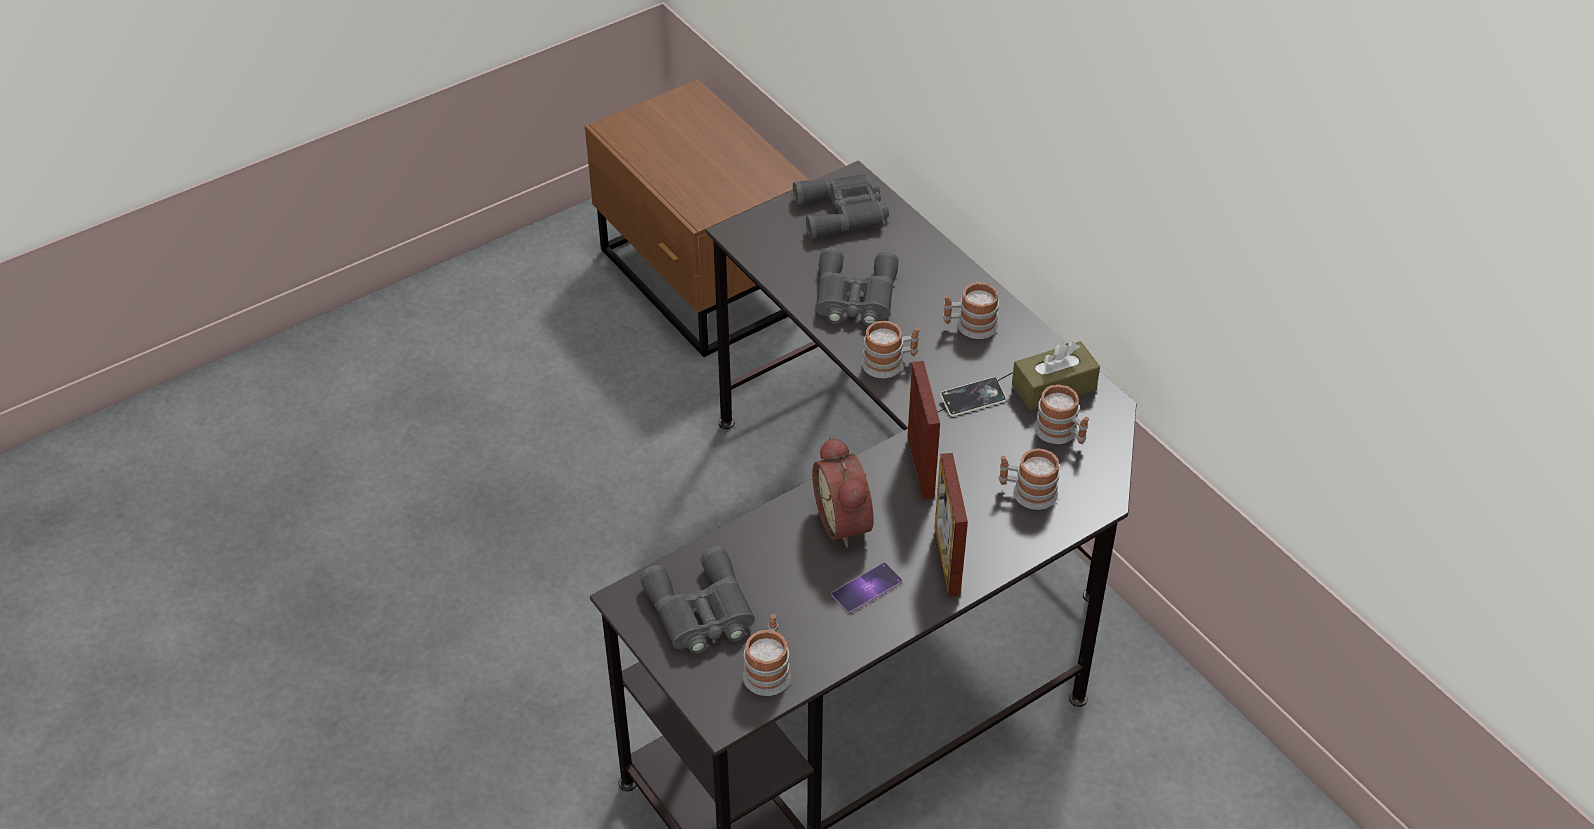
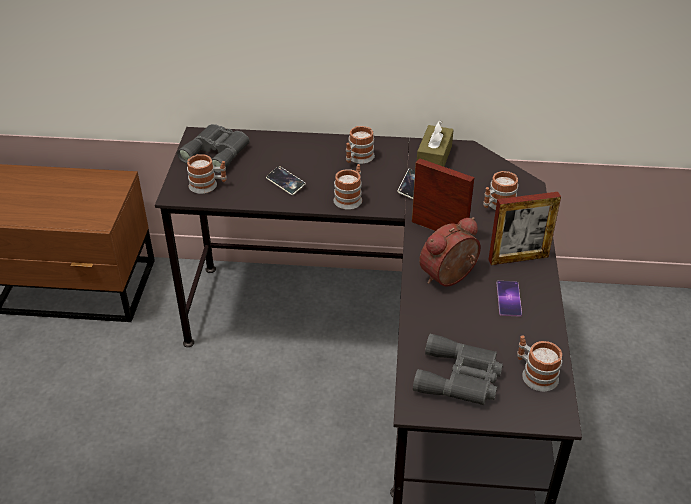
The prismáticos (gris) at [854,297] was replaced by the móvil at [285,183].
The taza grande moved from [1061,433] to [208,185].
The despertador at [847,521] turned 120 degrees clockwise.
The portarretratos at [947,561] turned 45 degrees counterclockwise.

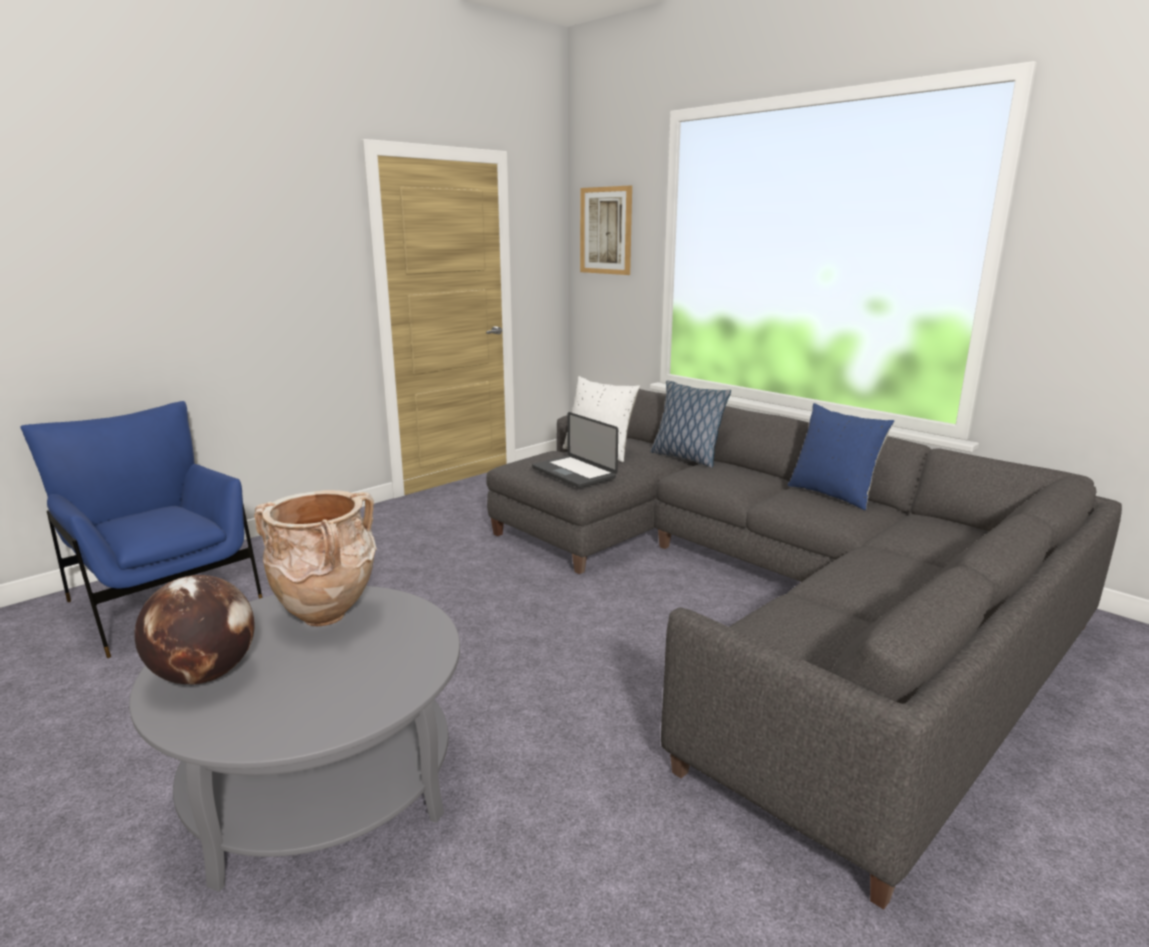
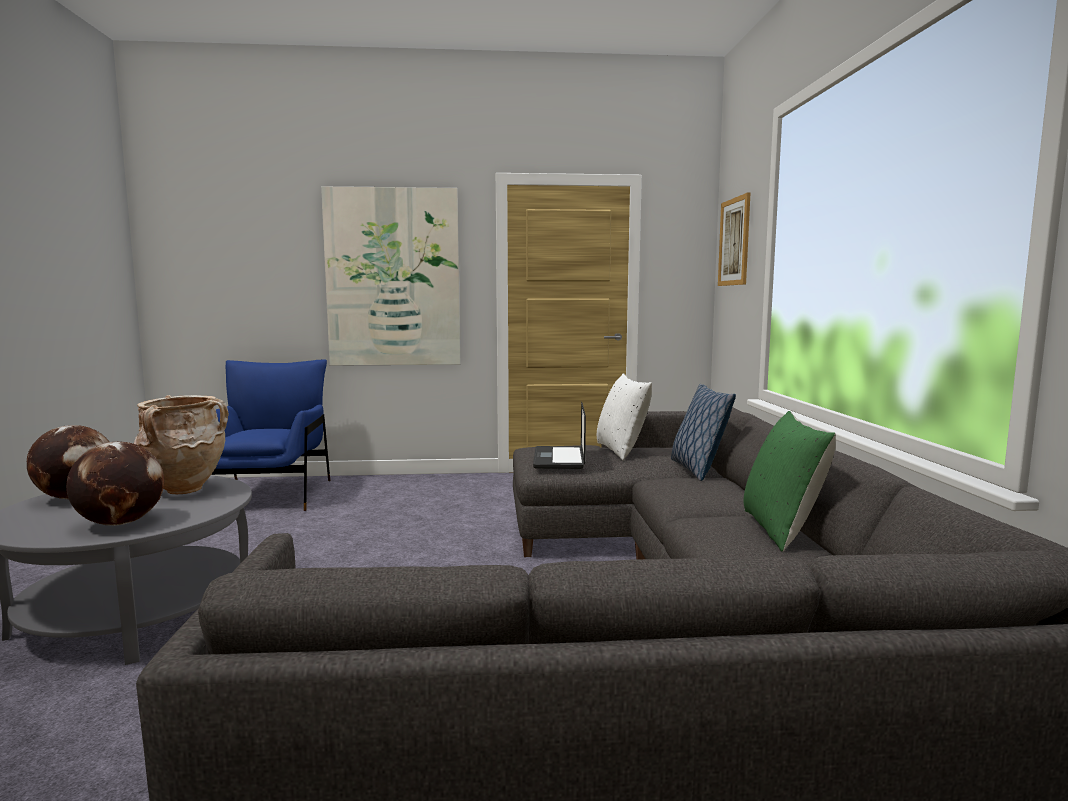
The cojín (azul) at [833,494] became the cojín (verde) at [782,530].
The cuadro at [393,278] appeared.
The globo terráqueo at [120,523] appeared.

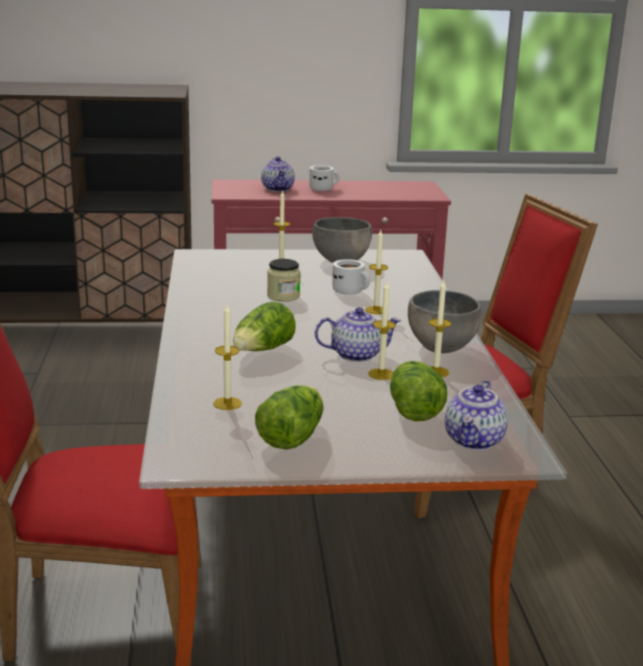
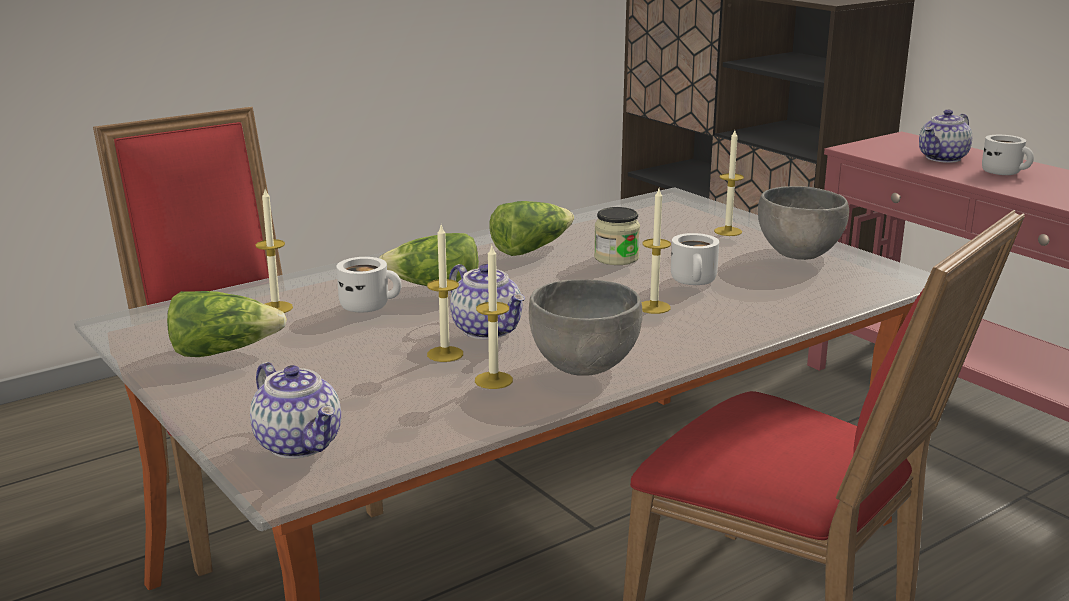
The lechuga moved from [413,409] to [530,249].
The tetera at [474,441] turned 120 degrees counterclockwise.
The taza grande (blanco) at [369,306] appeared.

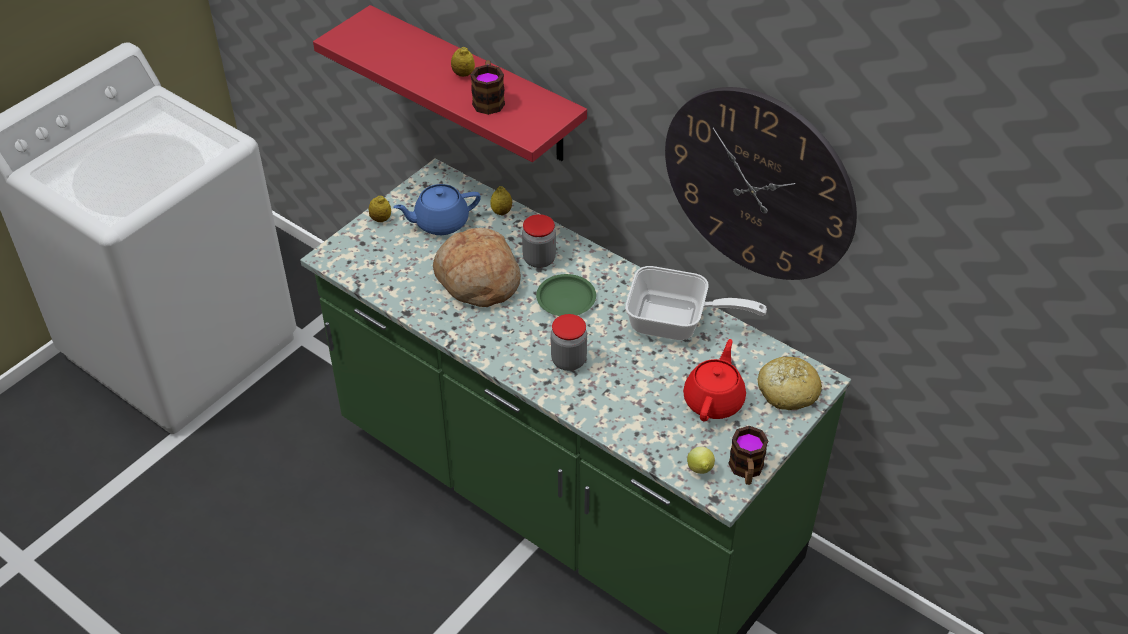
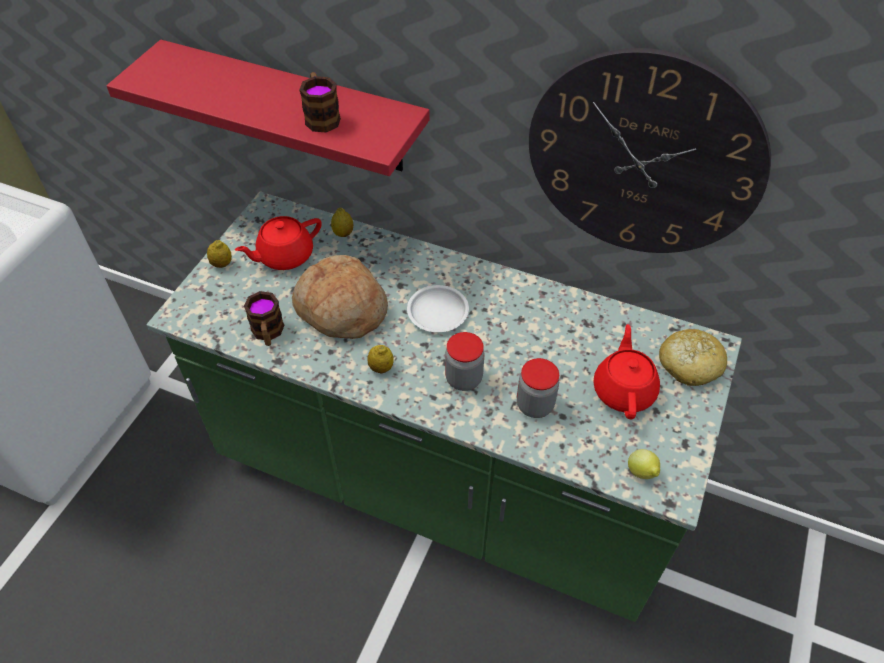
The limón moved from [463,74] to [381,368].
The tetera (azul) at [440,222] became the tetera (rojo) at [284,256].
The tarro moved from [539,259] to [535,405].
The sartén at [677,323] disappeared.
The plato (verde) at [565,299] became the plato (blanco) at [437,311].
The taza grande moved from [746,471] to [268,333].

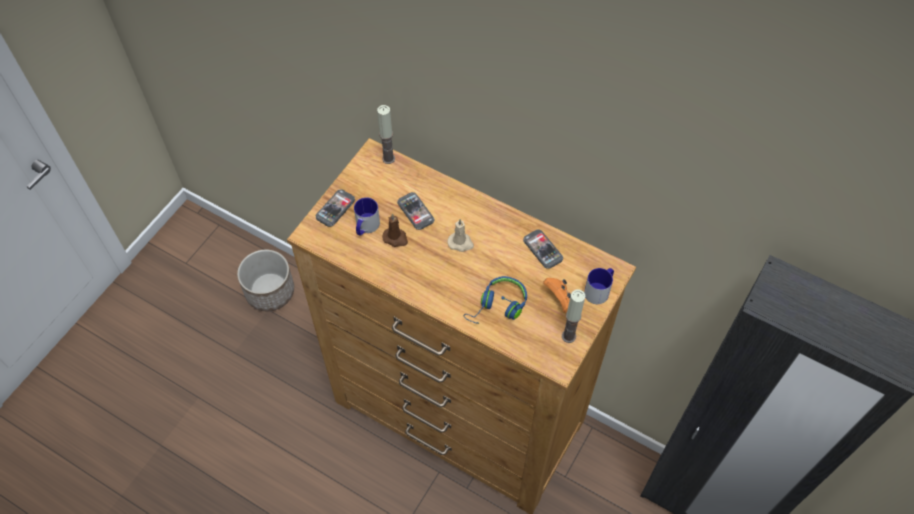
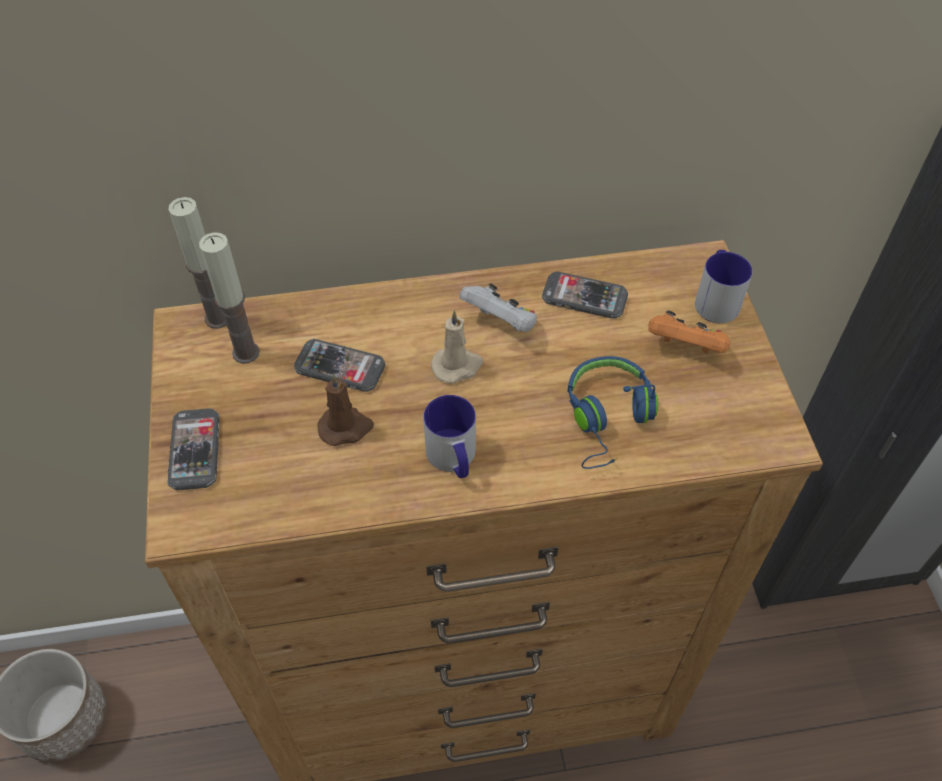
The taza grande moved from [366,227] to [453,459].
The vela moved from [568,336] to [246,353].
The mando de consola (blanco) at [501,323] appeared.

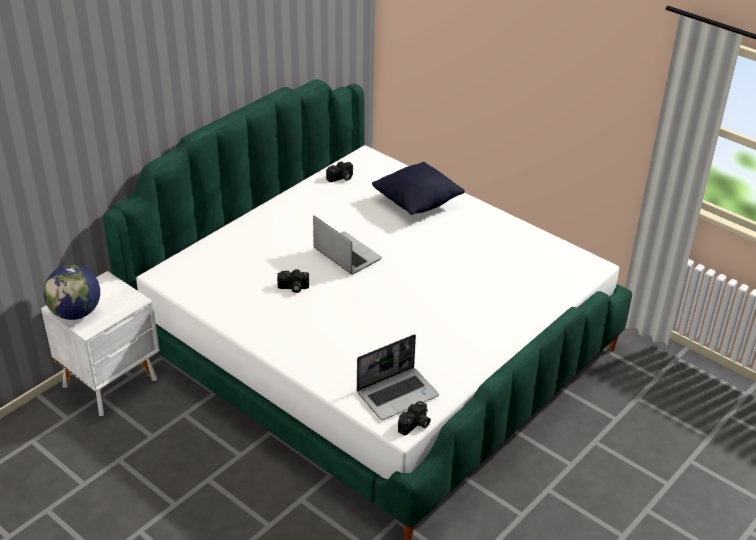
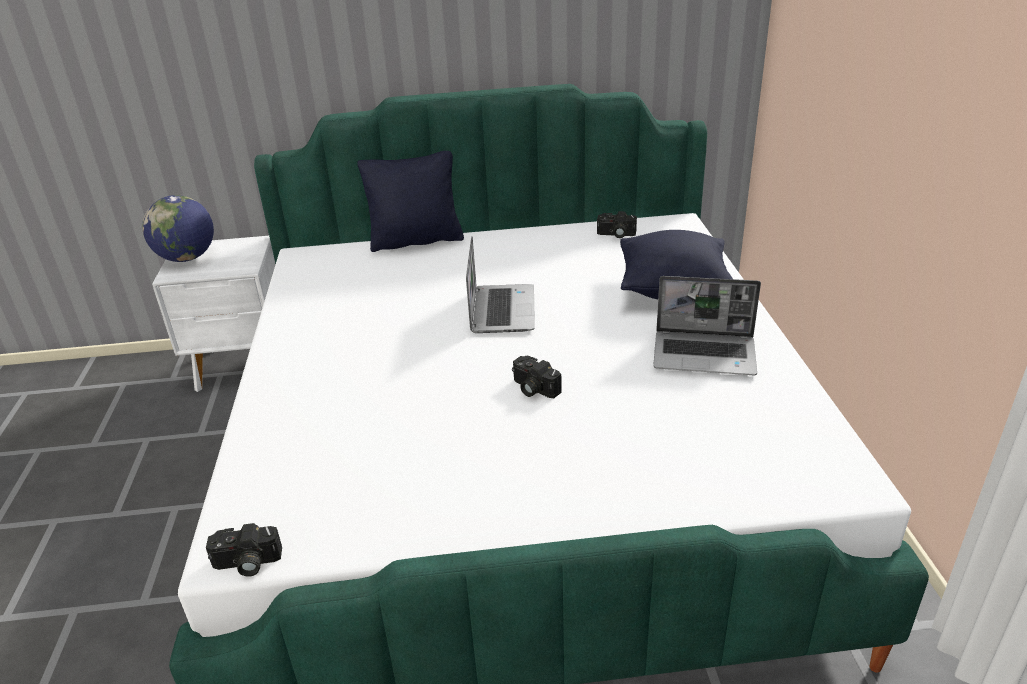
The cámara moved from [293,288] to [533,389].
The portátil moved from [398,394] to [705,354].
The cojín (negro) at [416,241] appeared.

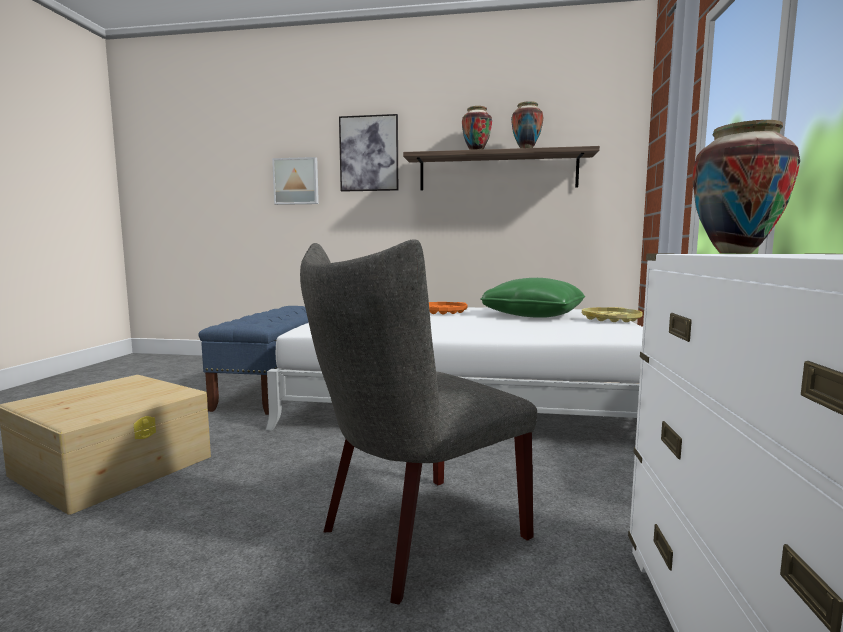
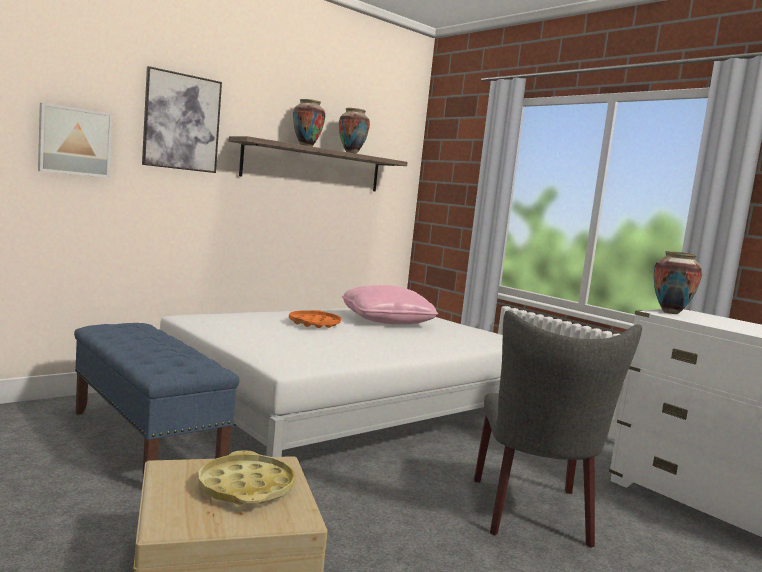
The cojín (verde) at [533,315] became the cojín (rosa) at [386,321].
The bandeja (amarillo) moved from [611,319] to [246,487].

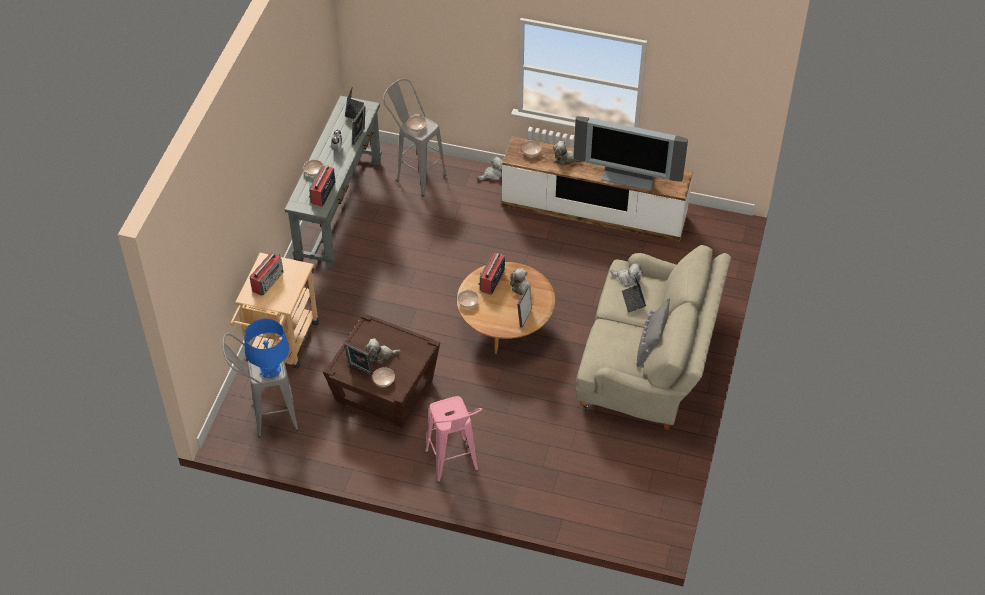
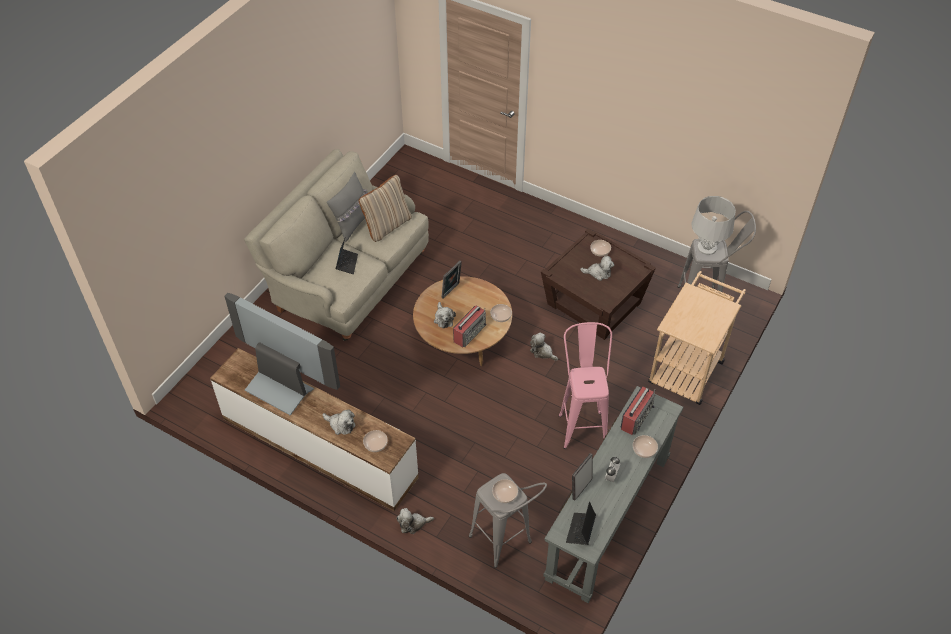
The radio at [268,281] disappeared.
The peluche moved from [627,278] to [542,352].
The lámpara de mesa (azul) at [270,369] became the lámpara de mesa (gris) at [707,247].
The portarretratos at [359,370] disappeared.
The taburete (rosa) moved from [454,468] to [581,423].
The cojín (beis) at [387,225] appeared.

